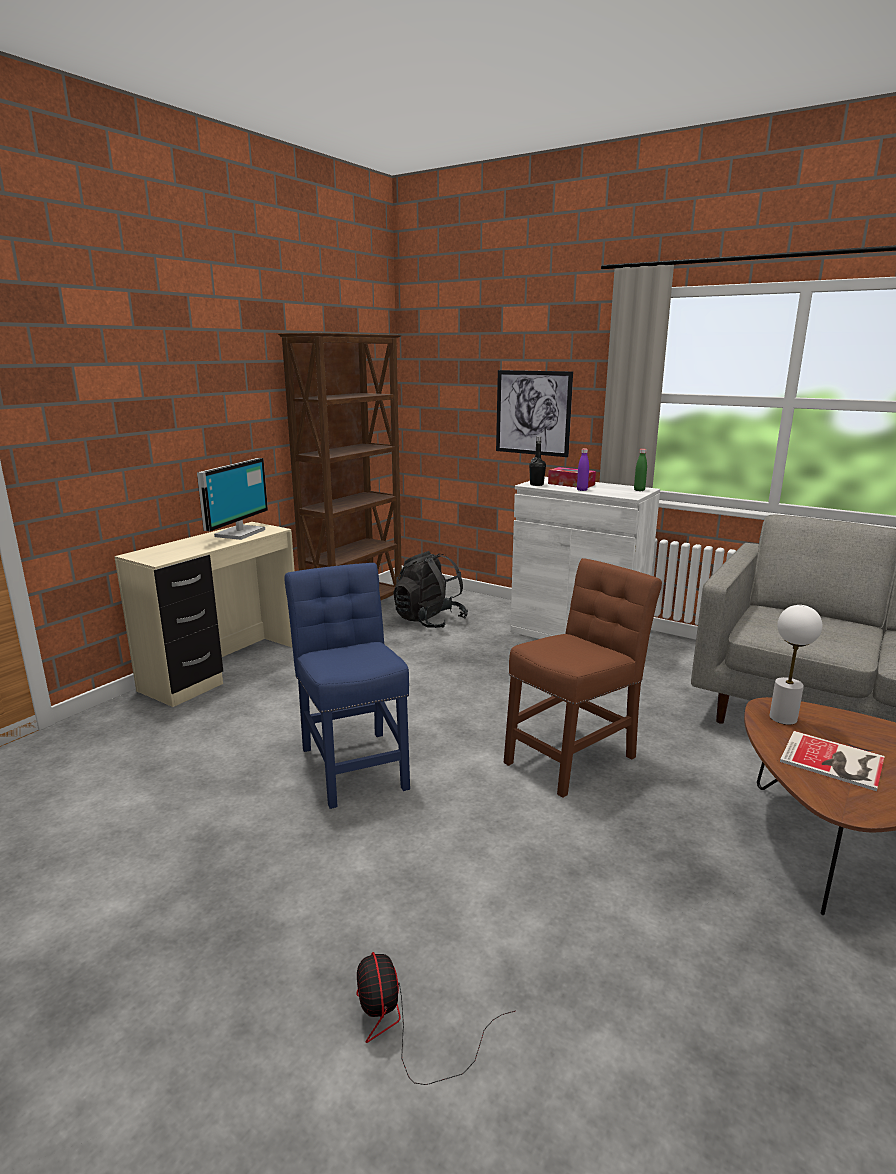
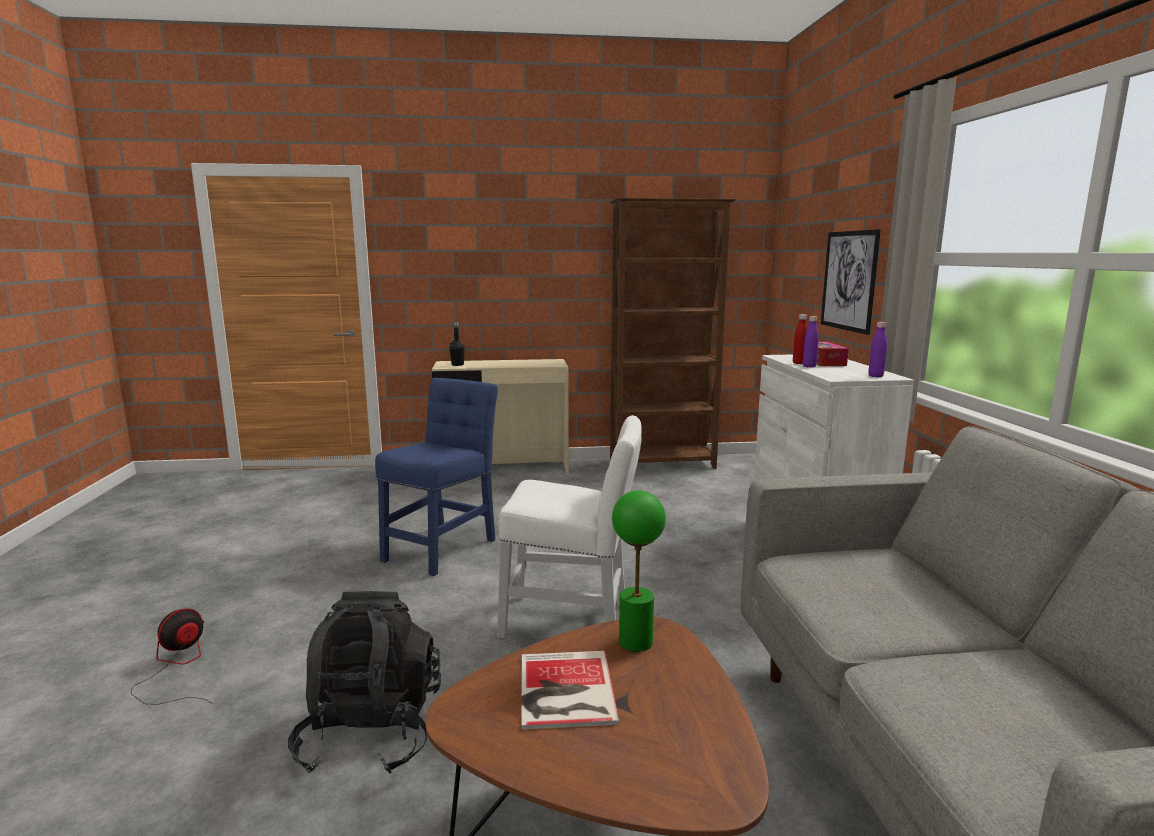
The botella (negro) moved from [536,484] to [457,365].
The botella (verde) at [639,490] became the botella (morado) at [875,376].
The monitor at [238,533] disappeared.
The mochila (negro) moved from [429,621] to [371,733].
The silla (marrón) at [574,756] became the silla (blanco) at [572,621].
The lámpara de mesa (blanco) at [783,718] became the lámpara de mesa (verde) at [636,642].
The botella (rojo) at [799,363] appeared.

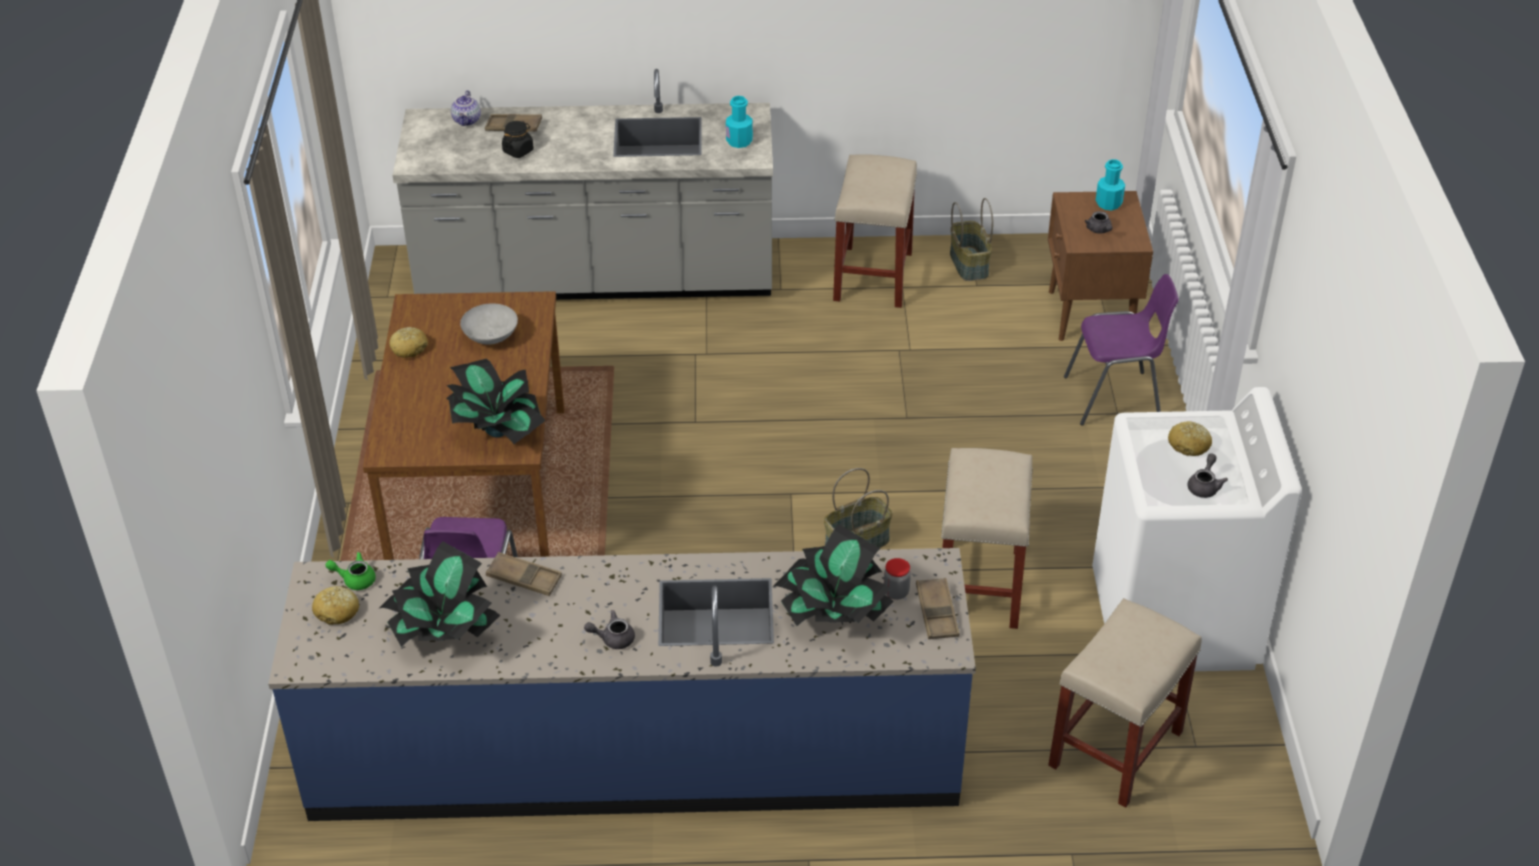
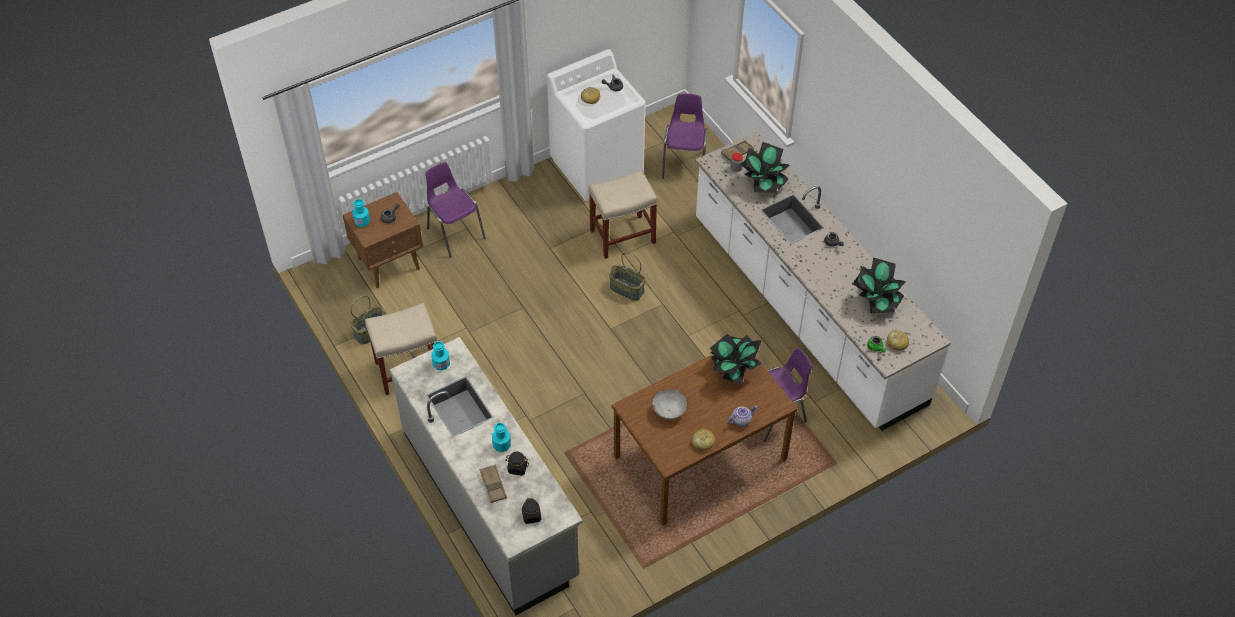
The tetera moved from [467,121] to [741,420].
The mueble bajo de cocina (azul) at [636,753] became the mueble bajo de cocina (blanco) at [806,311].
The bandeja (marrón) at [524,578] disappeared.
The taburete (beis) at [1115,750] was replaced by the silla (morado) at [684,163].
The botella (turquesa) at [502,445] appeared.
The tarro (negro) at [531,516] appeared.

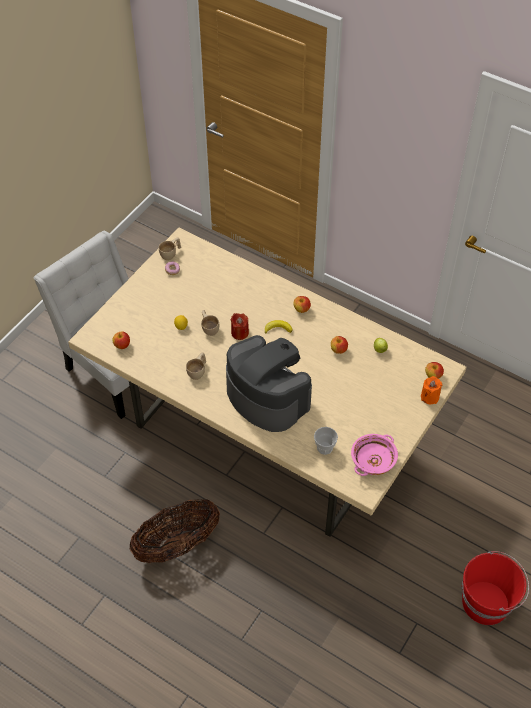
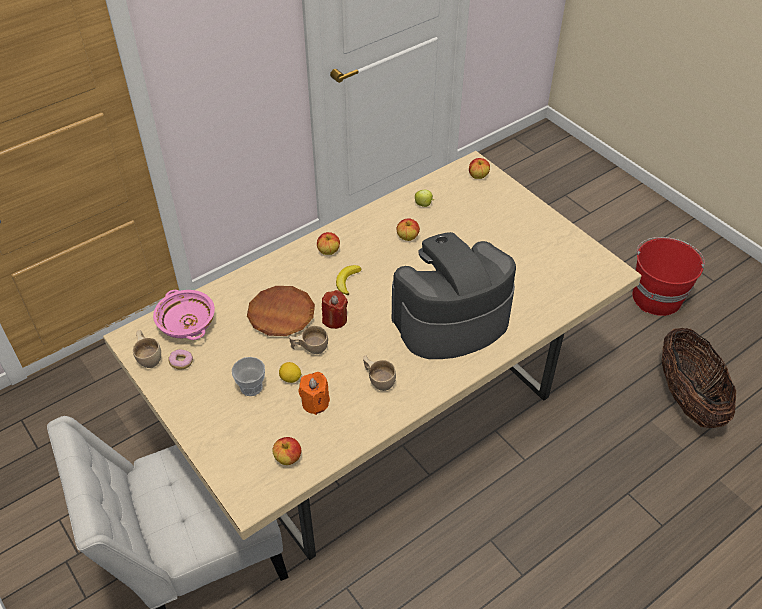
The vela (naranja) moved from [429,397] to [315,403].
The taza moved from [324,447] to [251,387].
The cuenco (rosa) moved from [373,460] to [186,324].
The cesta moved from [177,544] to [687,398].
The plato (marrón) at [281,314] appeared.

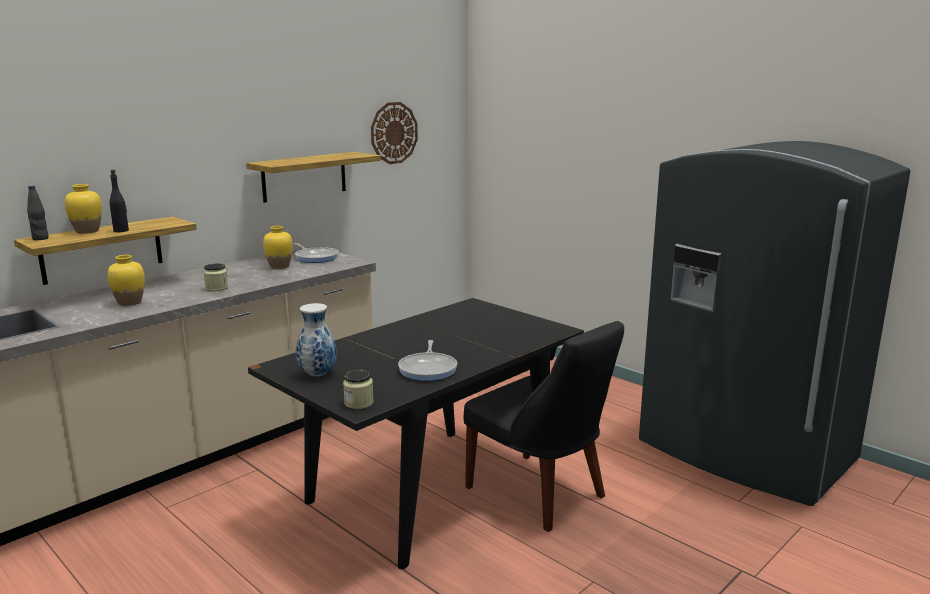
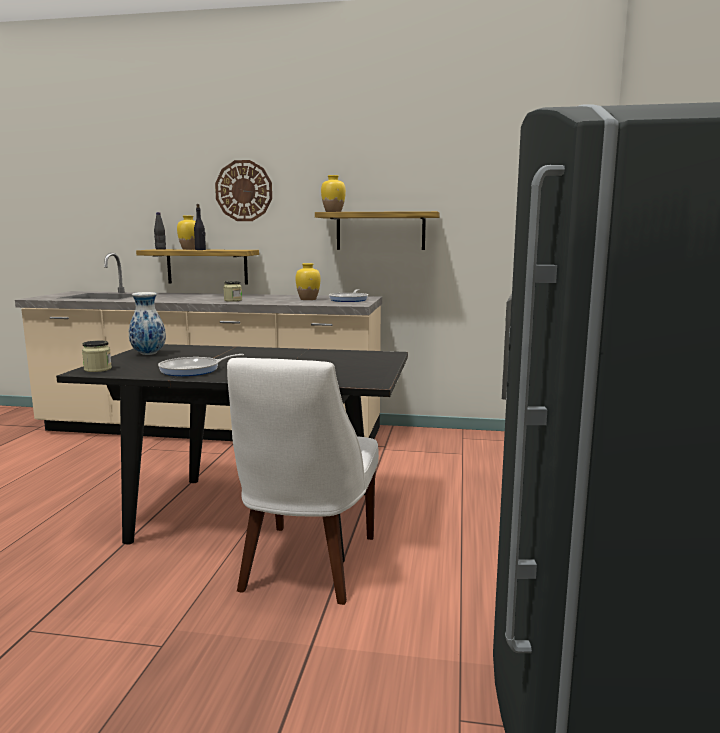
The reloj de pared moved from [394,133] to [244,191].
The florero (amarillo) moved from [130,302] to [333,212].
The silla (negro) at [540,494] became the silla (blanco) at [306,566].

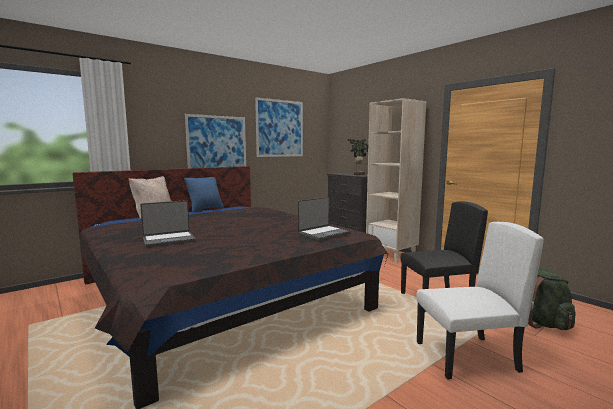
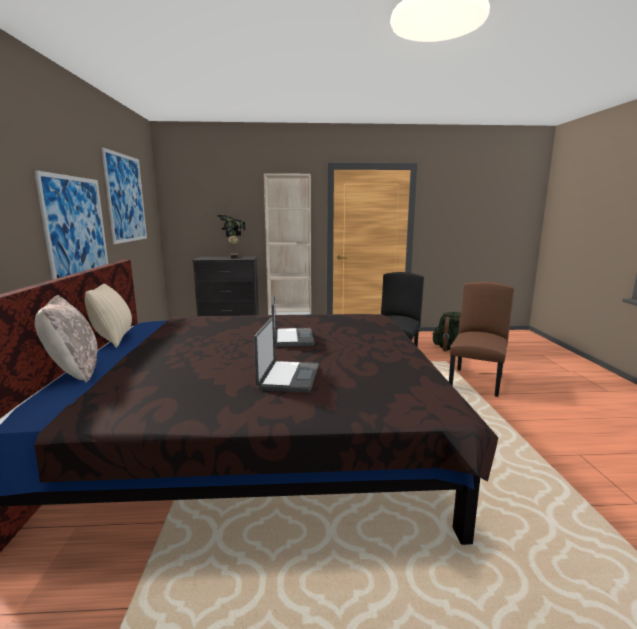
The cojín (azul) at [205,209] became the cojín (beis) at [114,339].
The portátil moved from [323,233] to [291,338].
The silla (blanco) at [466,357] became the silla (marrón) at [476,382].

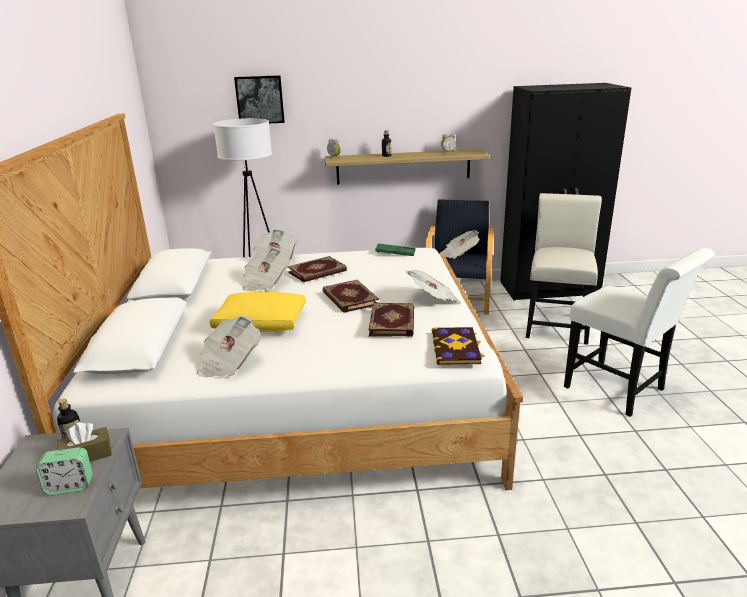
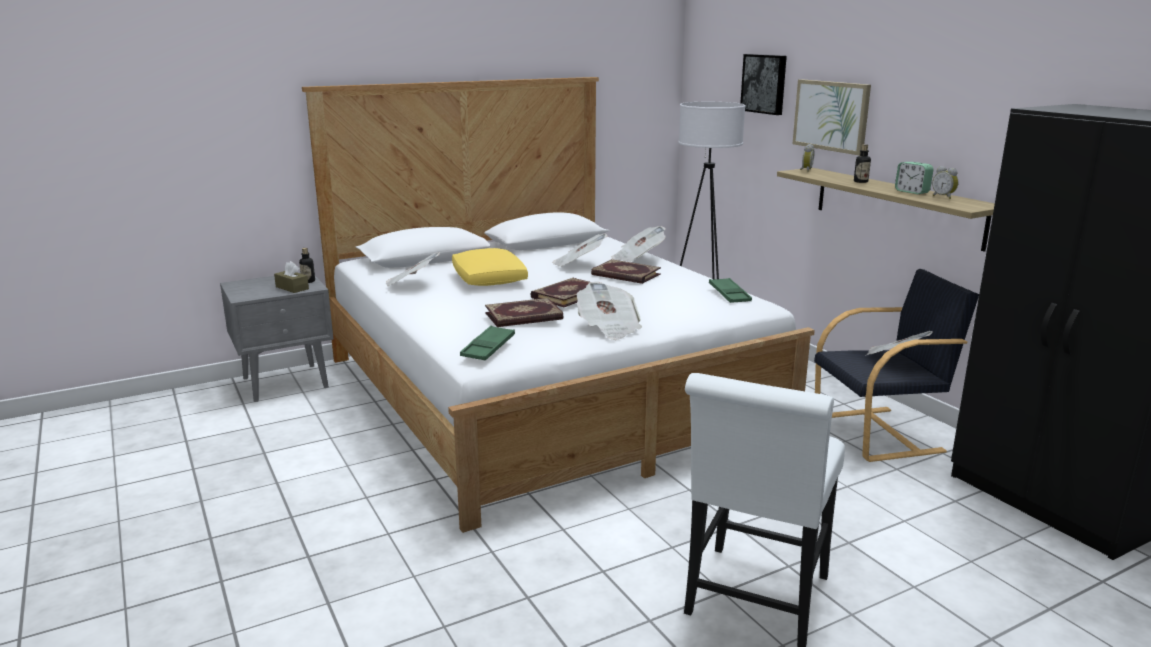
The silla (blanco) at [556,325] disappeared.
The libro at [456,347] was replaced by the bandeja (verde) at [488,348].
The despertador moved from [70,486] to [912,192].
The cuadro at [831,116] appeared.

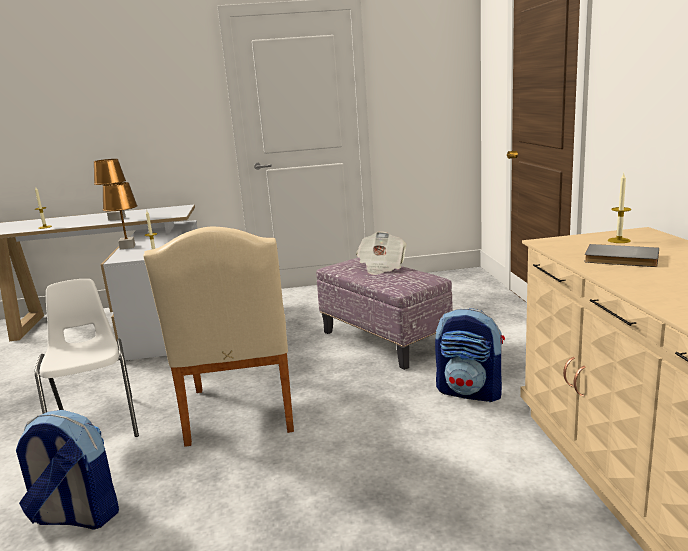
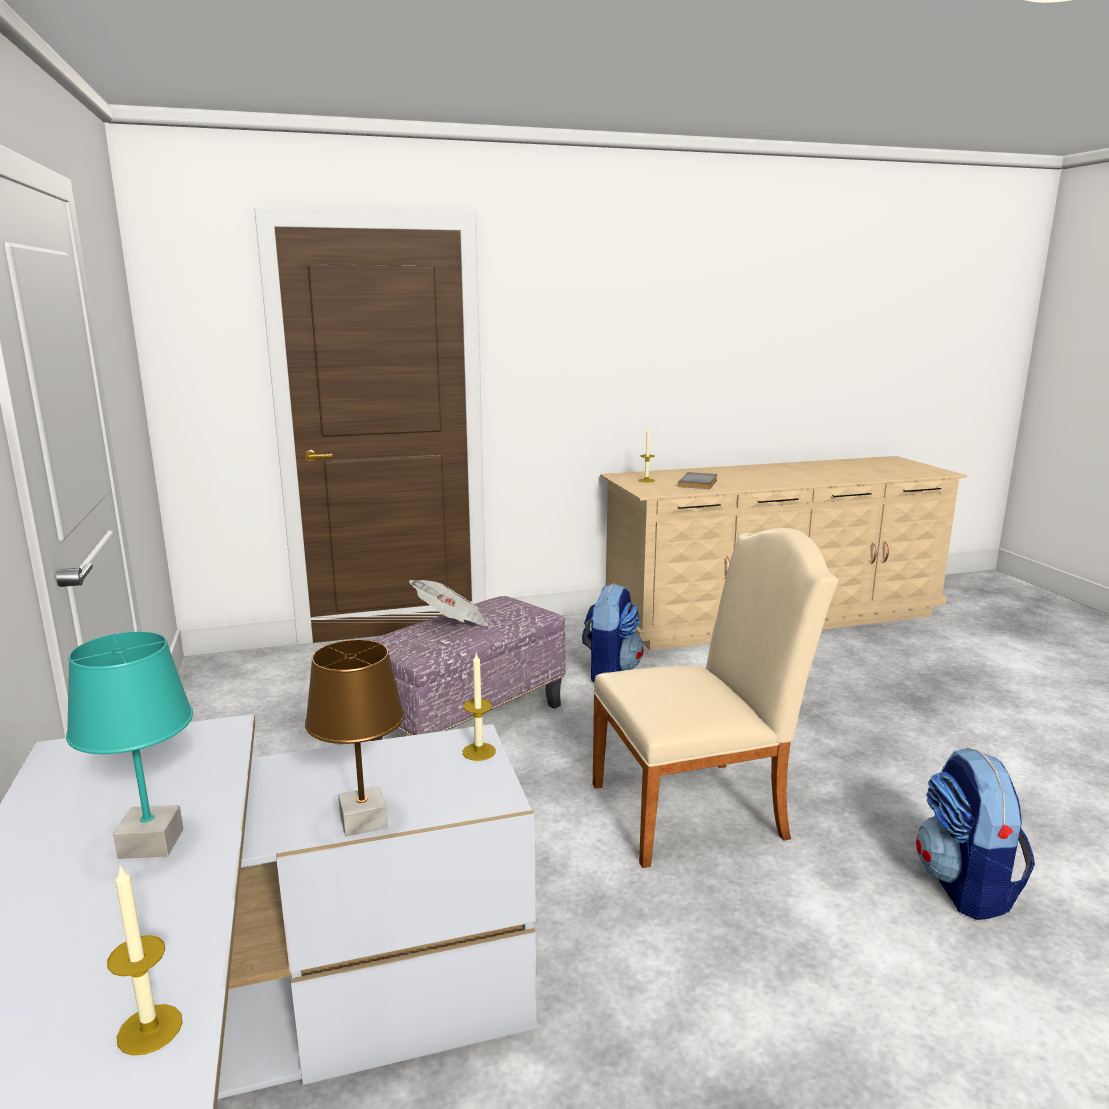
The lámpara de mesa (marrón) at [117,218] became the lámpara de mesa (turquesa) at [150,844].
The silla (blanco) at [97,424] disappeared.

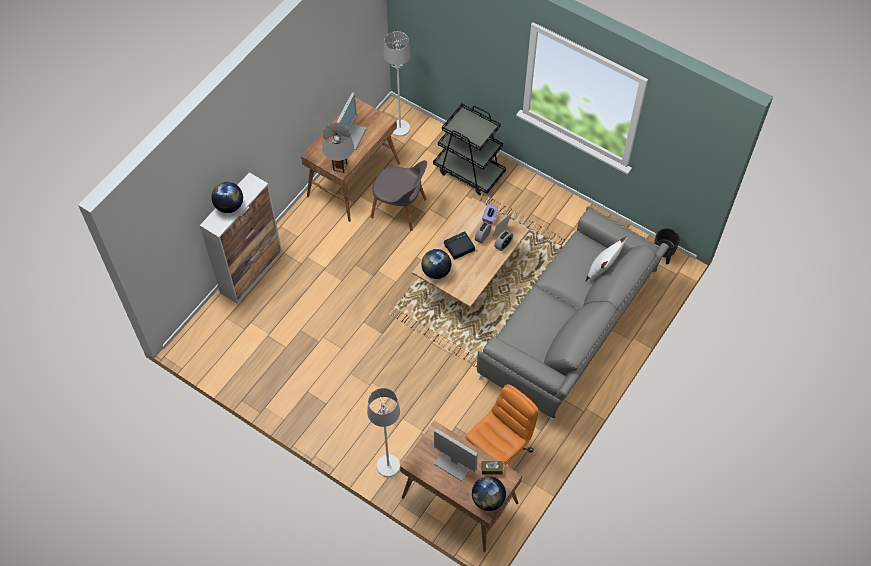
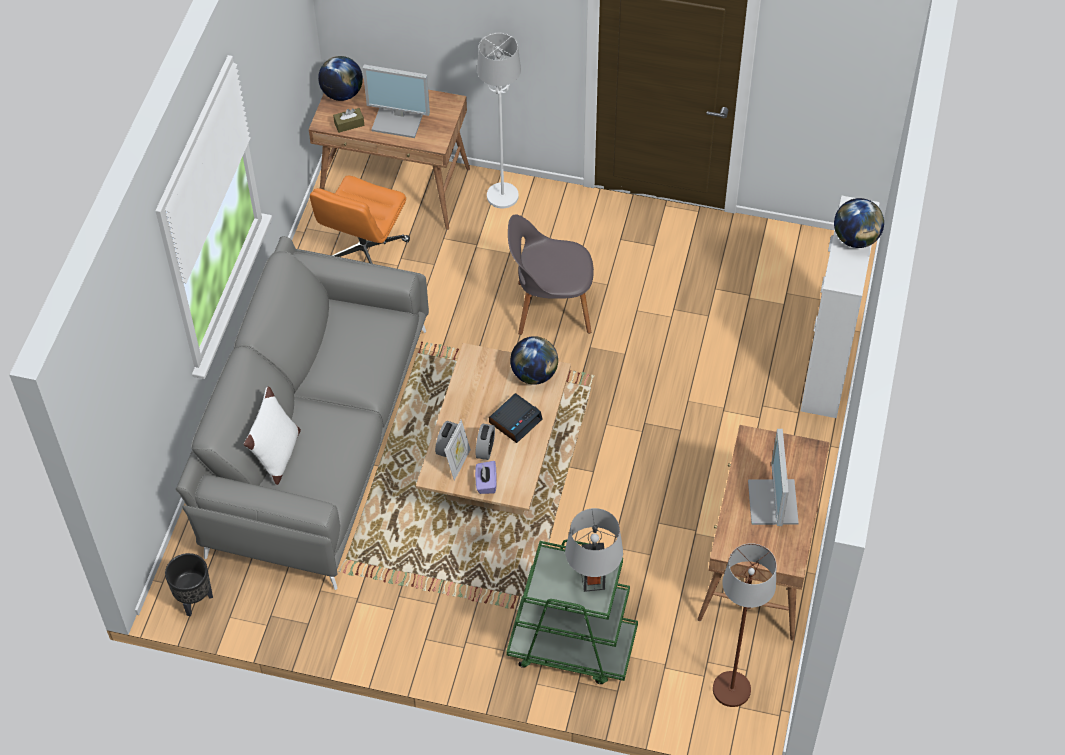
The lámpara de pie (blanco) at [400,128] became the lámpara de pie (marrón) at [731,689].
The carrito (negro) at [469,171] became the carrito (verde) at [571,646].
The lámpara de mesa (gris) moved from [340,166] to [593,581].
The silla (gris) moved from [400,209] to [551,307].

